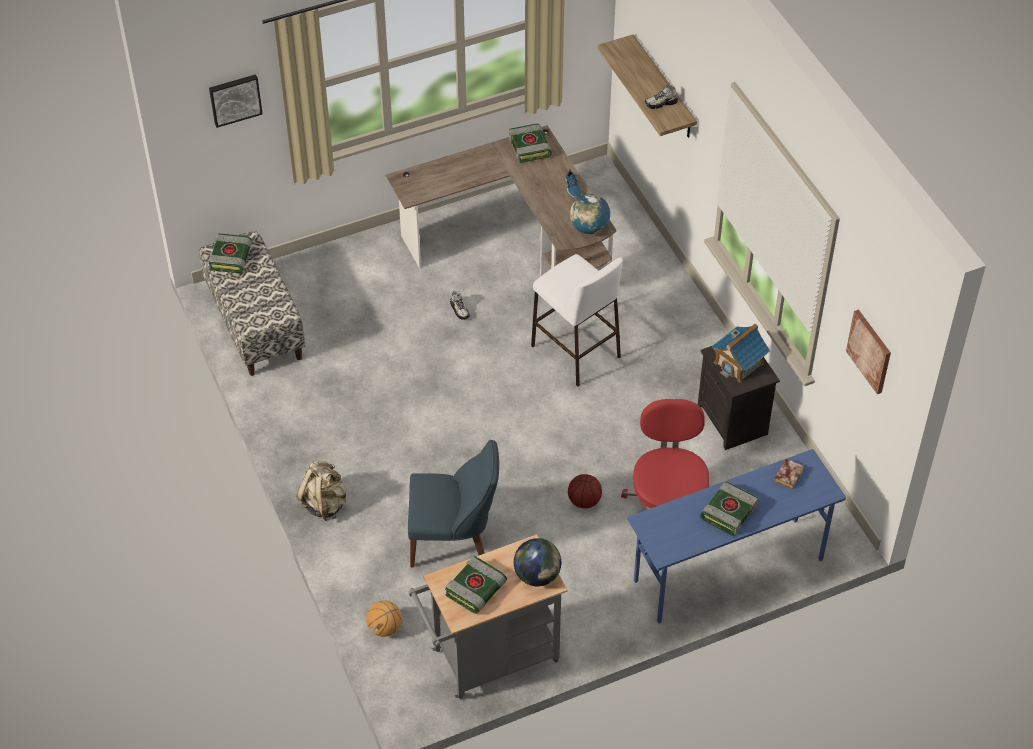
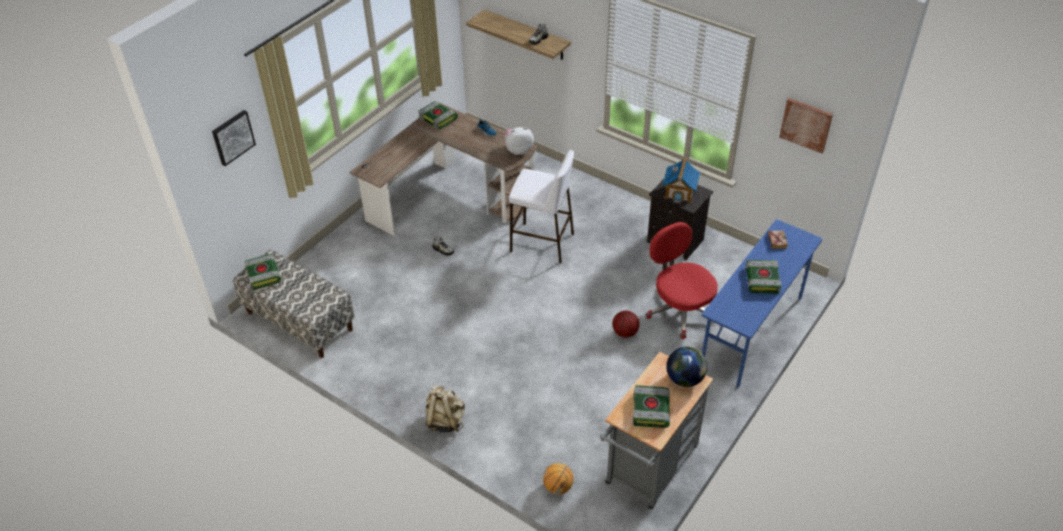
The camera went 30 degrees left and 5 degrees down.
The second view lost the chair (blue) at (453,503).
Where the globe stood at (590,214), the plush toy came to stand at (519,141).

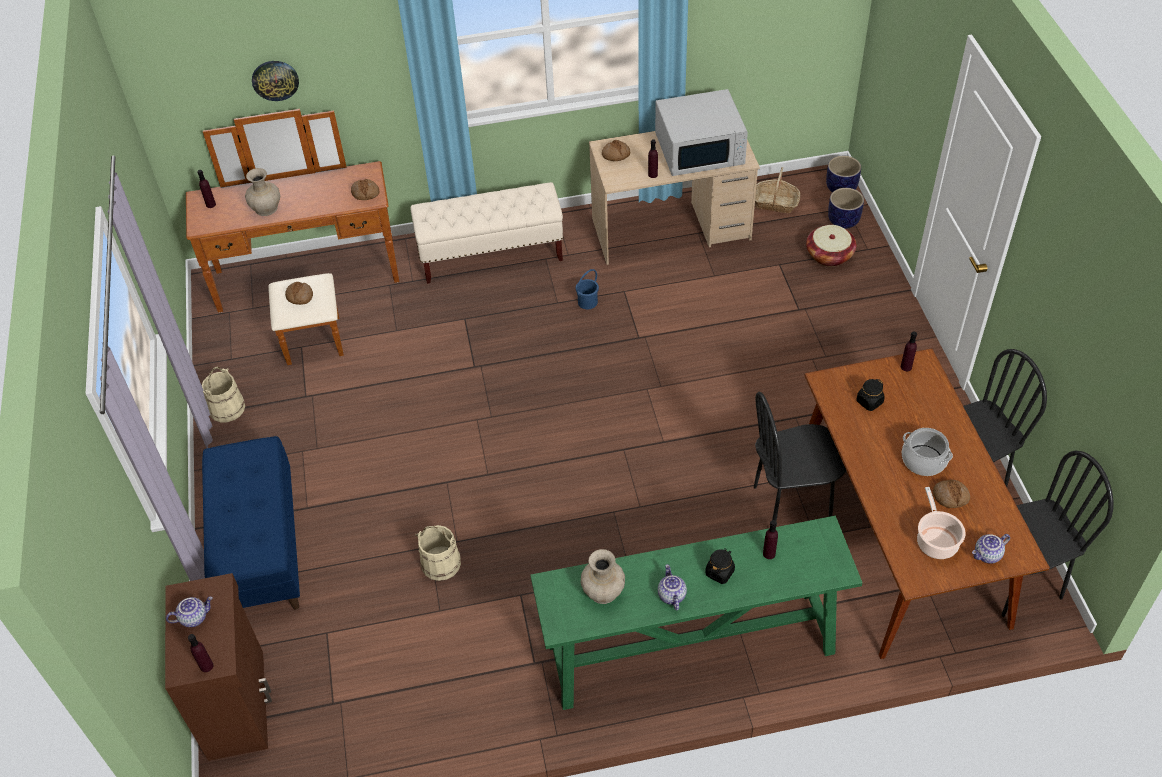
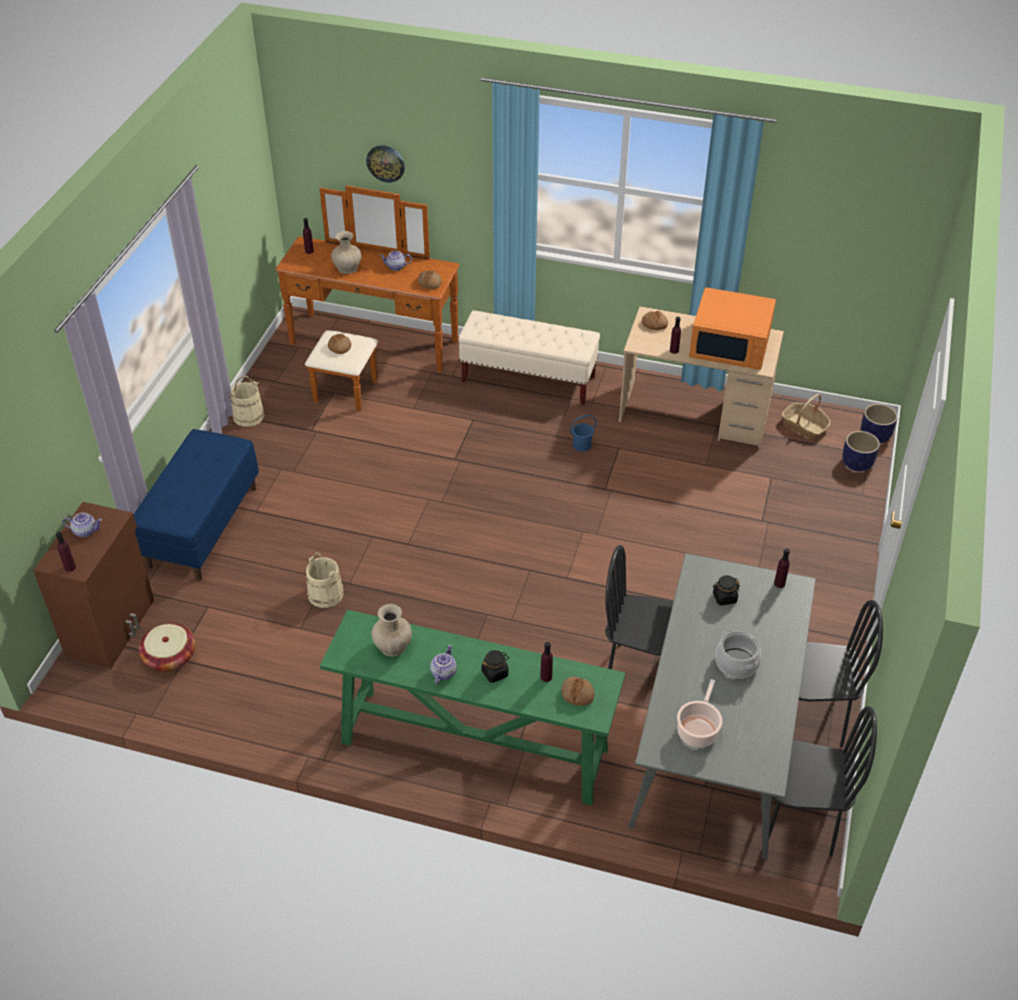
The camera went 25 degrees right and 5 degrees down.
The basket ended up elsewhere, having gone from (831,245) to (167,647).
The bread ended up elsewhere, having gone from (951,494) to (577,691).
The teapot ended up elsewhere, having gone from (991,549) to (395,261).
What was the microwave (white) at (701,132) turned into the microwave (orange) at (732,328).
What was the dining table (brown) at (927,503) turned into the dining table (grey) at (722,706).

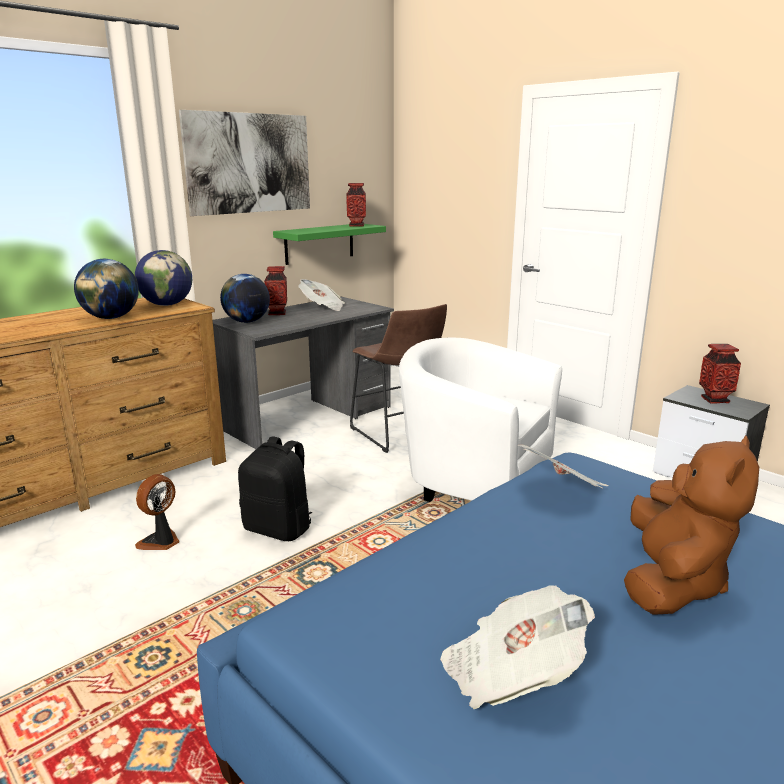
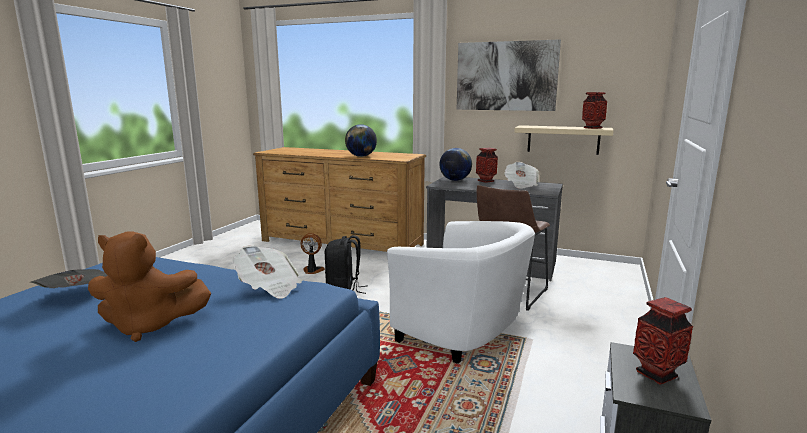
The camera went 65 degrees right and 5 degrees down.
The second view lost the globe at (163,278).
What was the shelf (green) at (329,244) turned into the shelf (beige) at (563,140).
The armchair (white) at (480,420) ended up facing another way, 120 degrees clockwise from before.

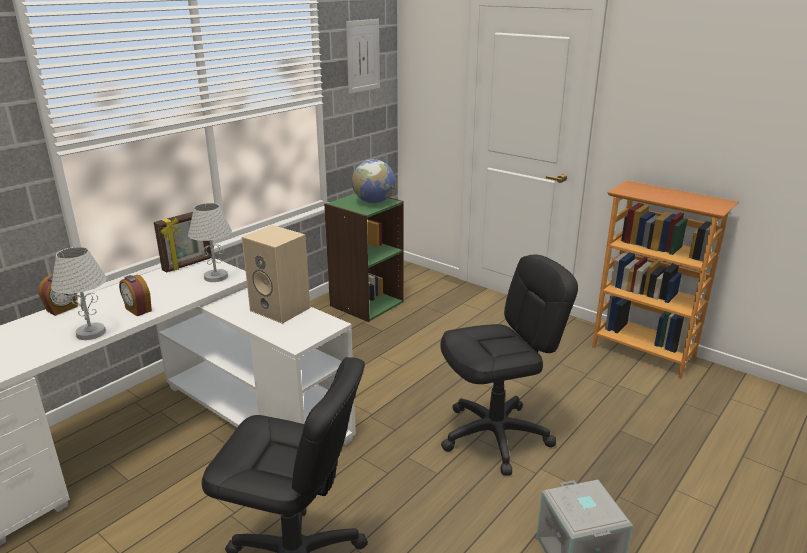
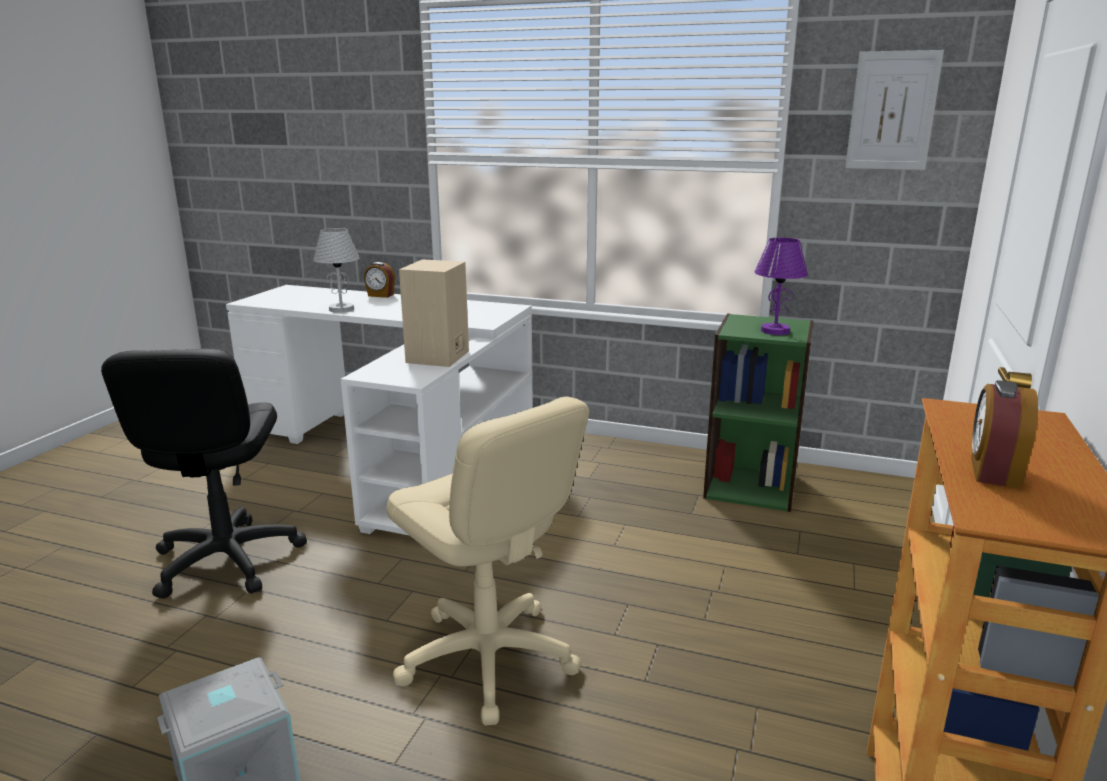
The camera went 70 degrees right and 5 degrees down.
The second view lost the picture frame at (183,242).
The second view lost the table lamp (white) at (210,242).
The alarm clock ended up elsewhere, having gone from (135,295) to (1004,434).
Where the globe stood at (373,181), the table lamp (purple) came to stand at (781,286).
What was the office chair (black) at (509,365) turned into the office chair (beige) at (487,561).

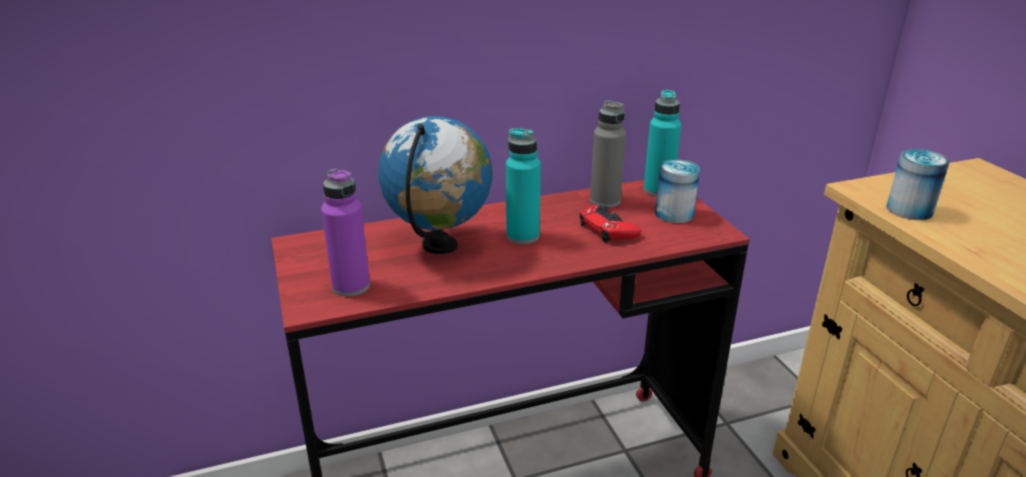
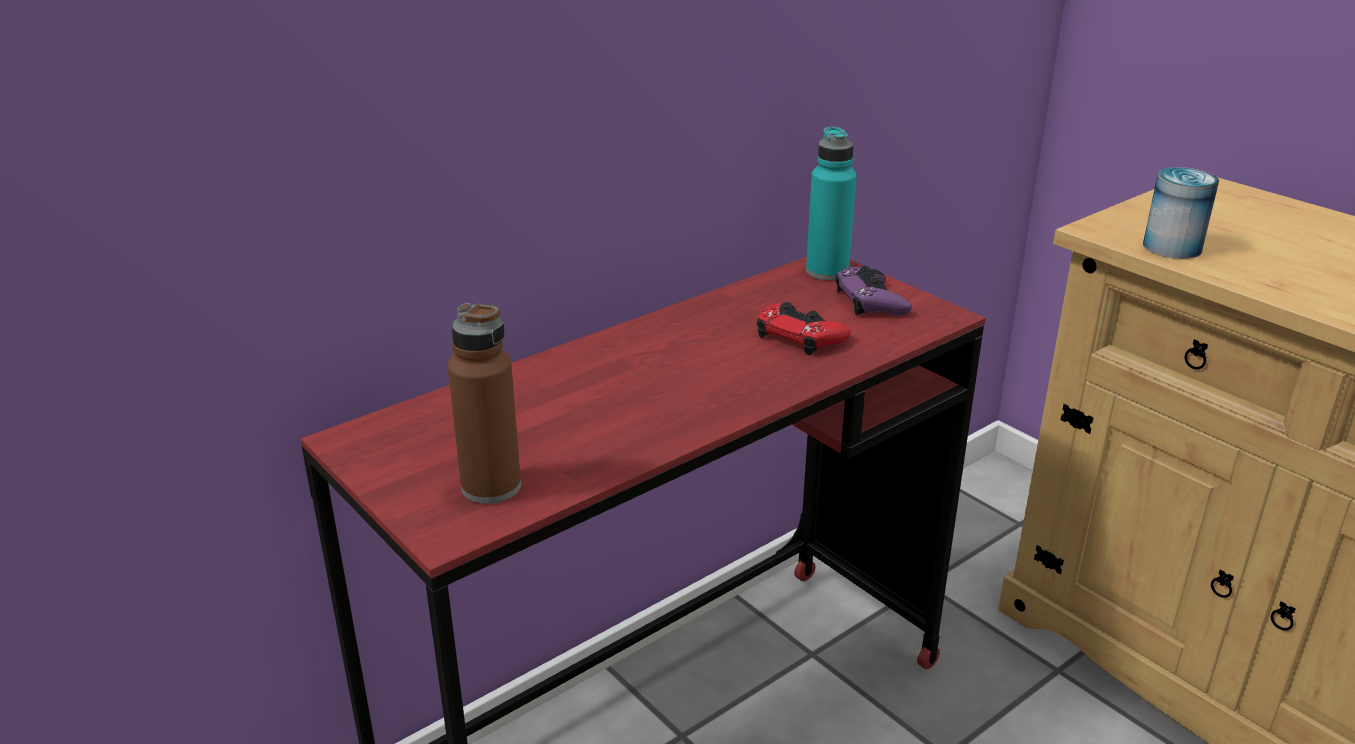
The camera went 20 degrees left and 0 degrees up.
The second view lost the globe at (435,185).
The second view lost the bottle (turquoise) at (523,186).
The second view lost the bottle (grey) at (608,154).
Where the can stood at (677,191), the game controller (purple) came to stand at (874,290).
What was the bottle (purple) at (345,232) turned into the bottle (brown) at (484,403).

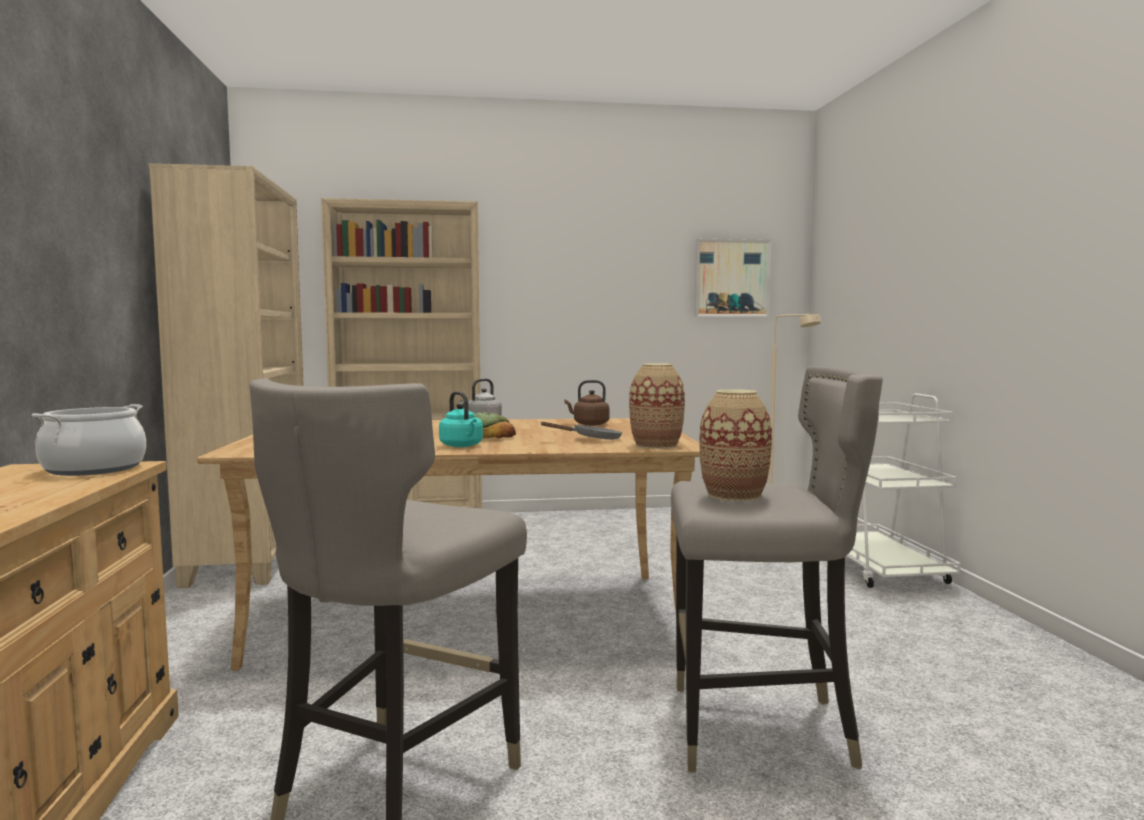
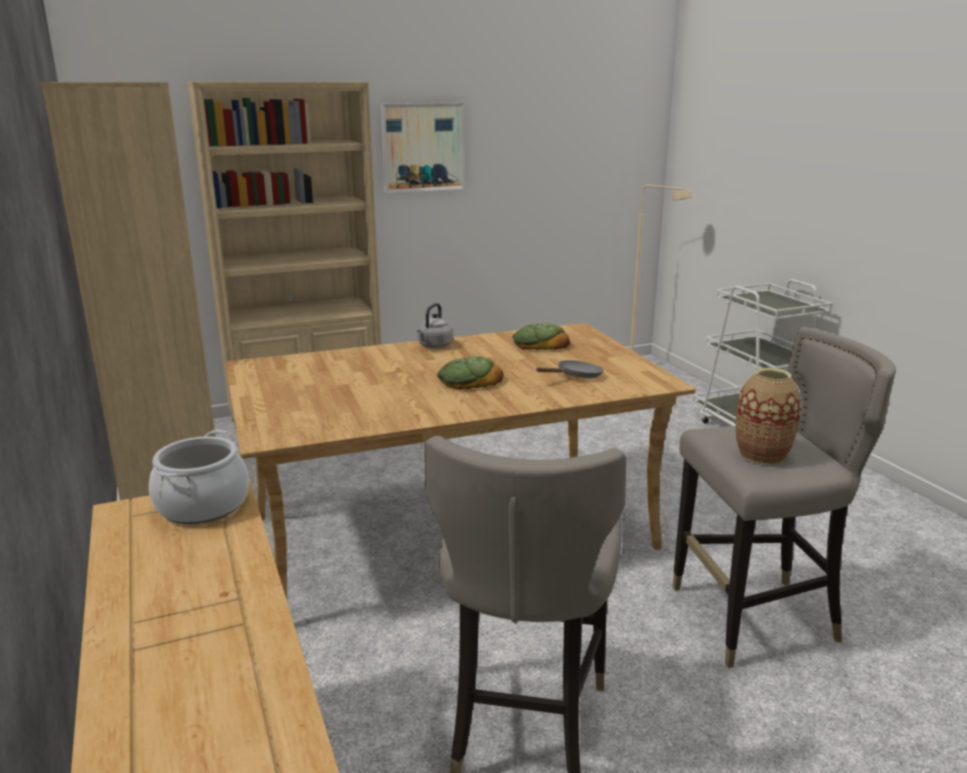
The camera went 15 degrees left and 15 degrees up.
The second view lost the kettle (turquoise) at (461,419).
The second view lost the vase at (657,406).
The picture ended up elsewhere, having gone from (733,278) to (423,148).
Where the kettle (brown) stood at (587,403), the bread came to stand at (541,336).

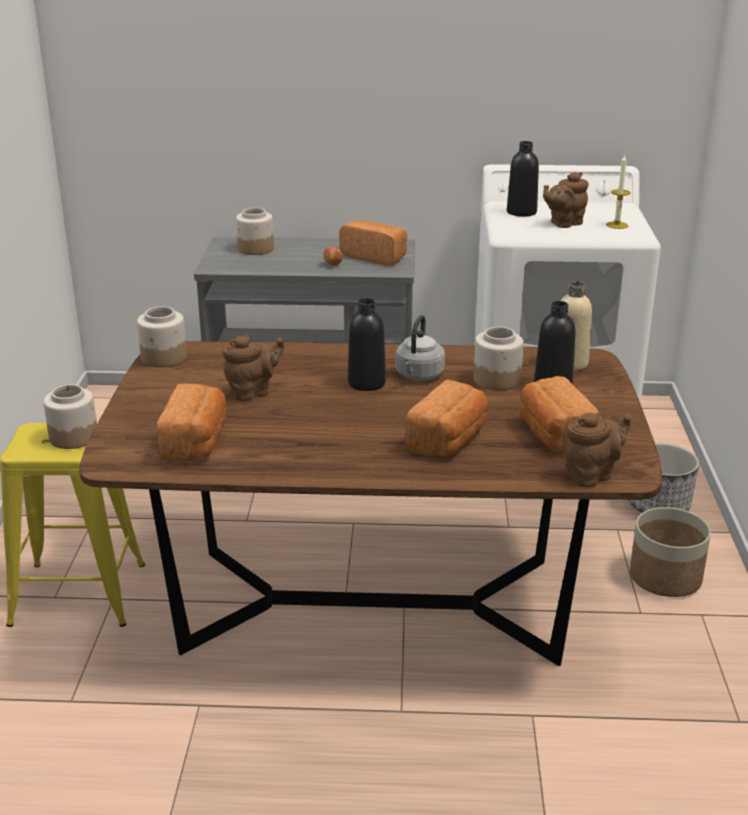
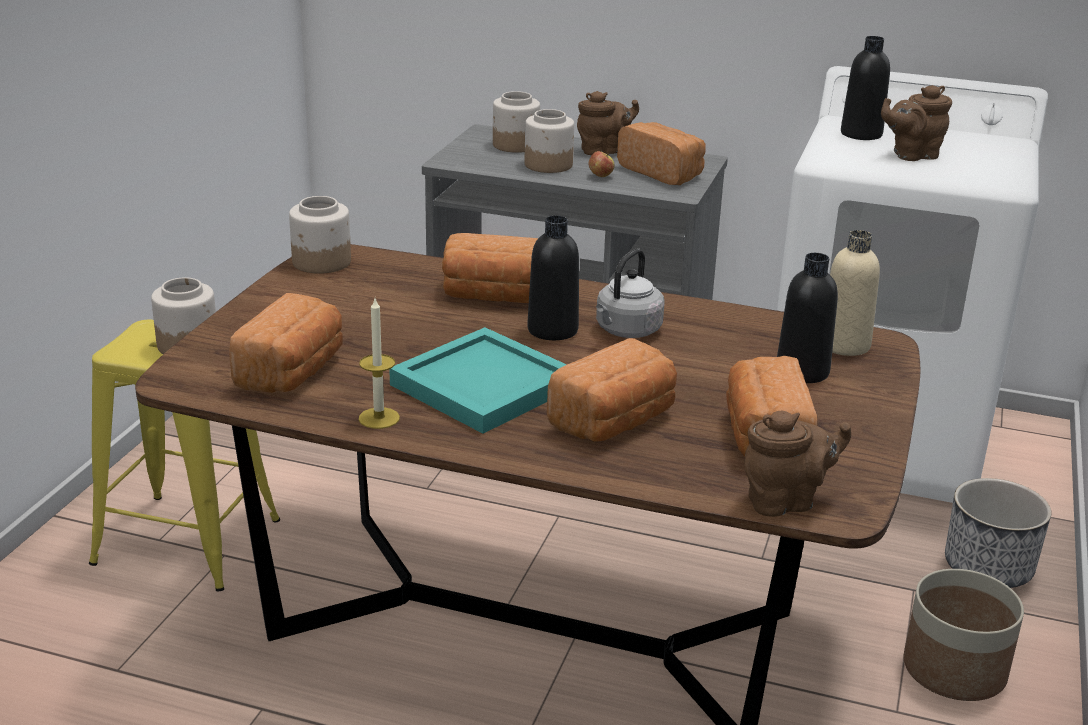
The camera went 15 degrees right and 0 degrees up.
The second view gained the tray (turquoise) at (478,380).
The second view gained the bread at (490,268).
The teapot (brown) ended up elsewhere, having gone from (253,368) to (608,123).
The jar ended up elsewhere, having gone from (498,358) to (549,141).
The candle ended up elsewhere, having gone from (618,192) to (379,364).

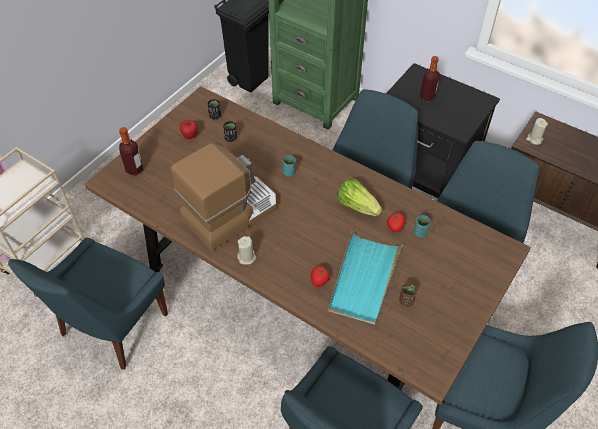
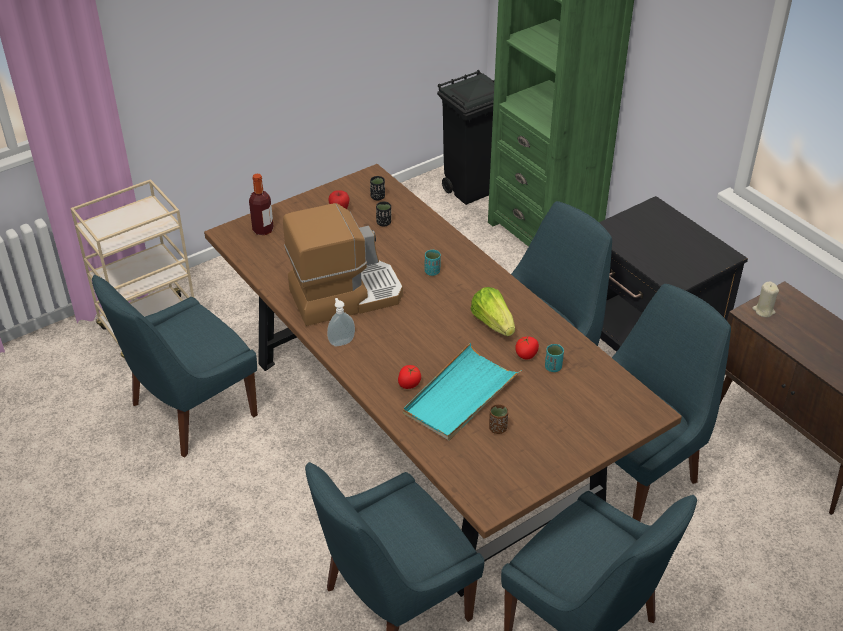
The camera went 20 degrees right and 10 degrees down.
The second view lost the bottle at (430,79).
Where the candle (beige) stood at (247,250), the soap dispenser came to stand at (341,322).

